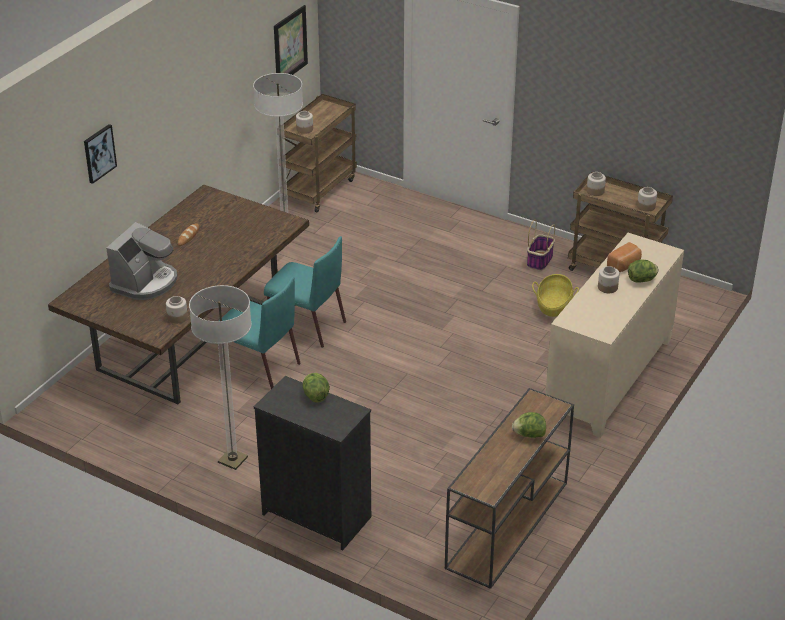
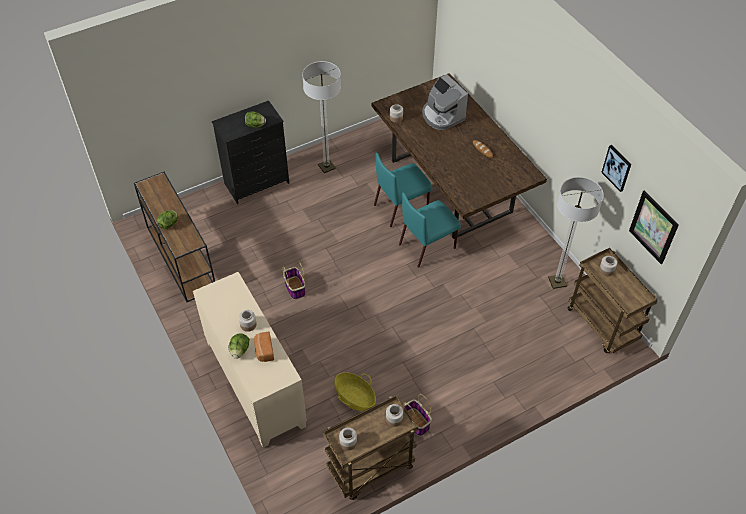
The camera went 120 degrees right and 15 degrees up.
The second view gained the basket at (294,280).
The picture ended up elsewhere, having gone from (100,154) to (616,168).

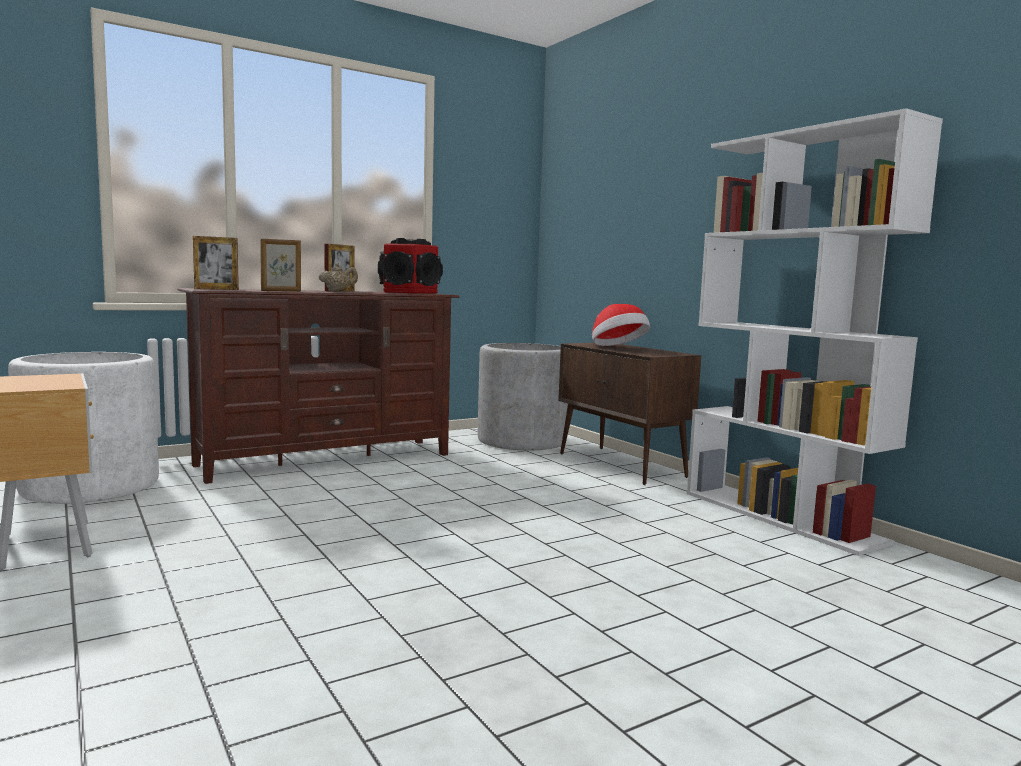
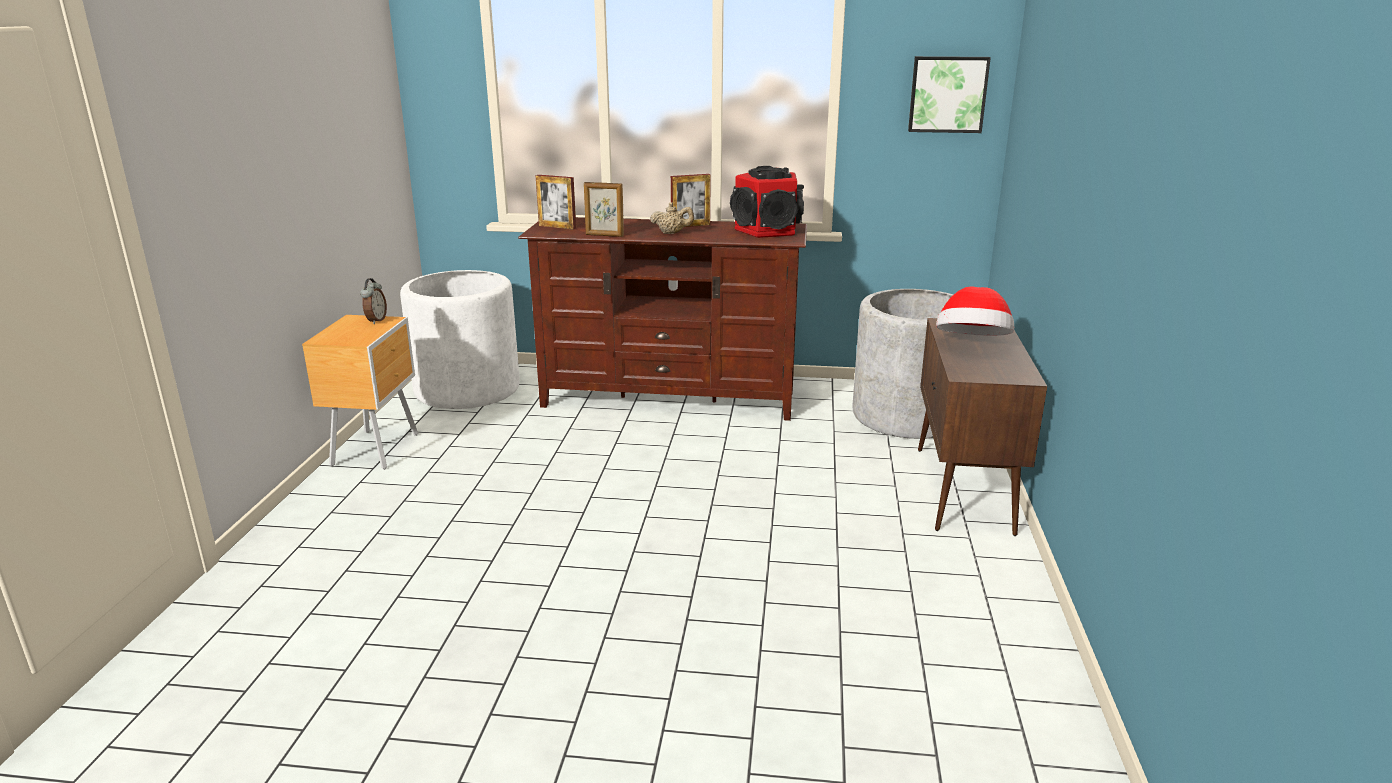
The camera went 40 degrees right and 15 degrees up.
The second view lost the bookcase (white) at (815,332).
The second view gained the alarm clock at (373,301).
The second view gained the picture at (949,94).

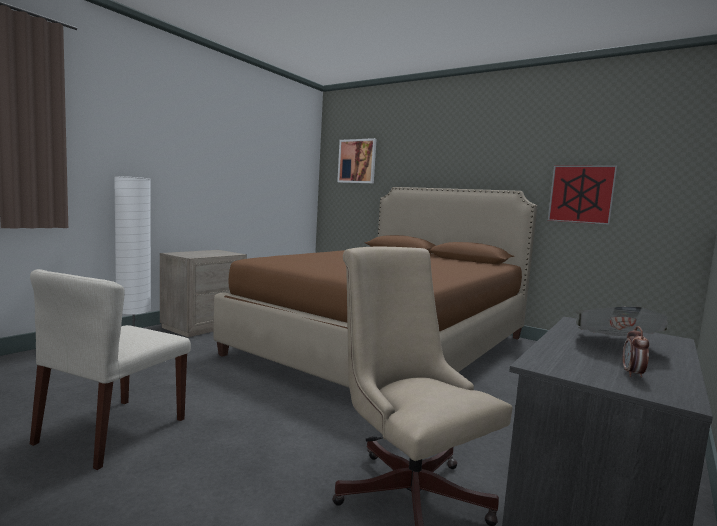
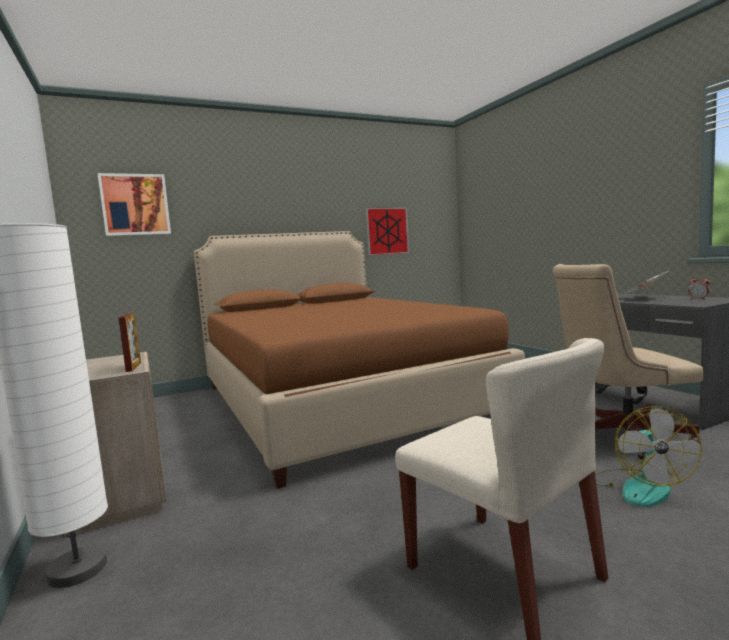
The camera went 60 degrees left and 0 degrees up.
The second view gained the picture frame at (130,342).
The second view gained the fan at (648,456).

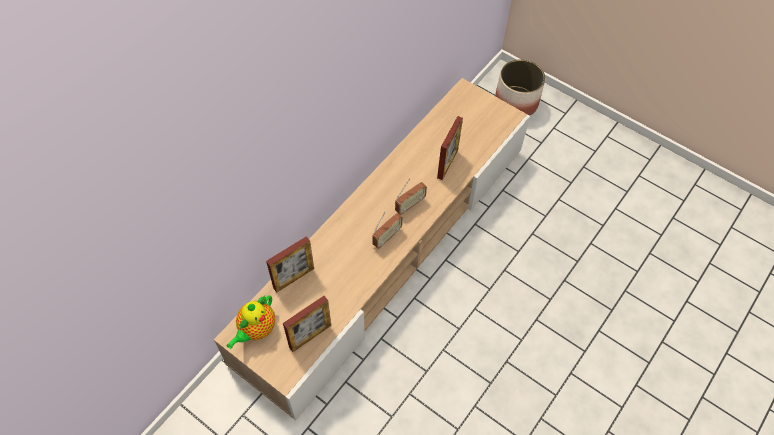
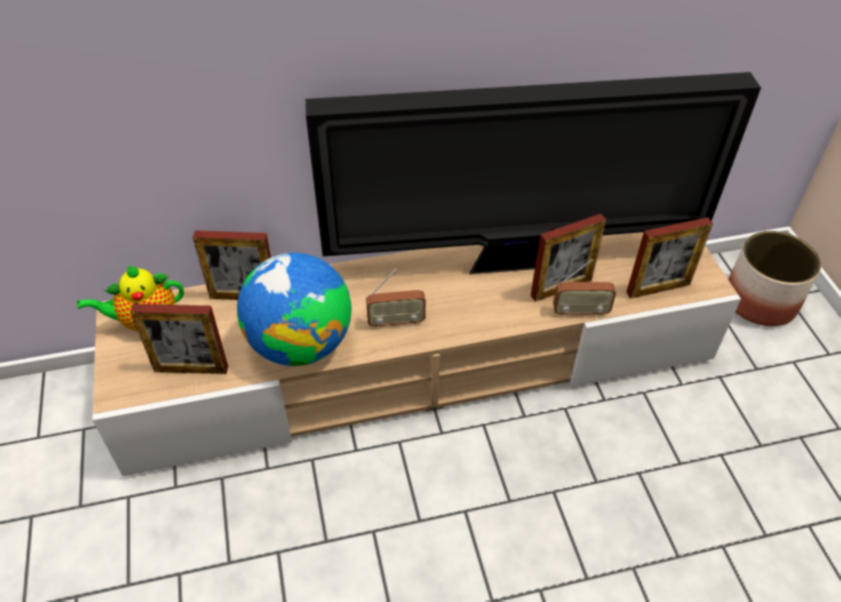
The camera went 40 degrees right and 10 degrees down.
The second view gained the globe at (294,309).
The second view gained the television at (533,173).
The second view gained the picture frame at (669,258).
The radio ended up elsewhere, having gone from (411,196) to (584,288).

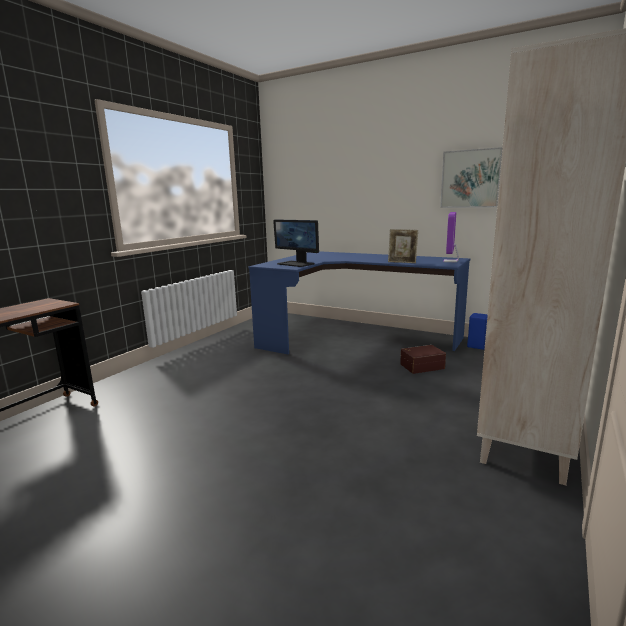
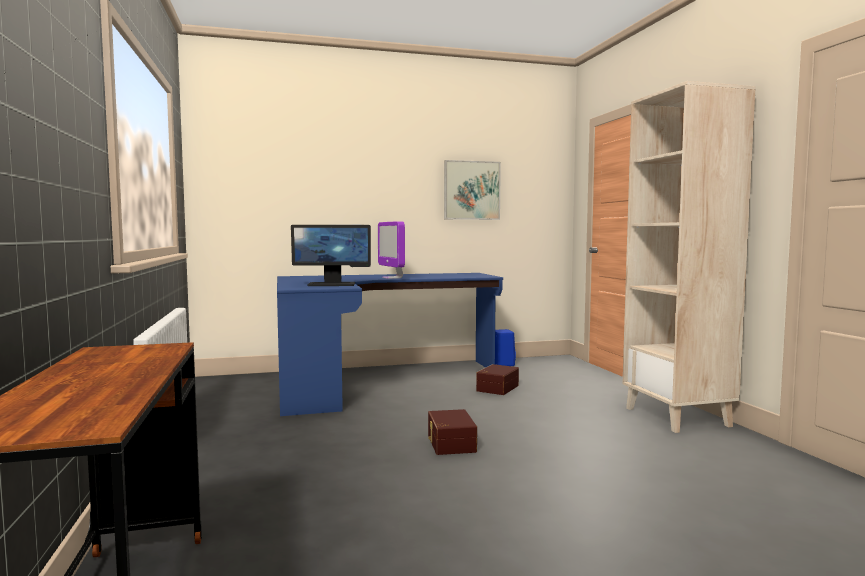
The camera went 45 degrees left and 10 degrees down.
The second view lost the picture frame at (403,246).
The second view gained the storage box (brown) at (452,432).
The monitor ended up elsewhere, having gone from (451,237) to (391,250).

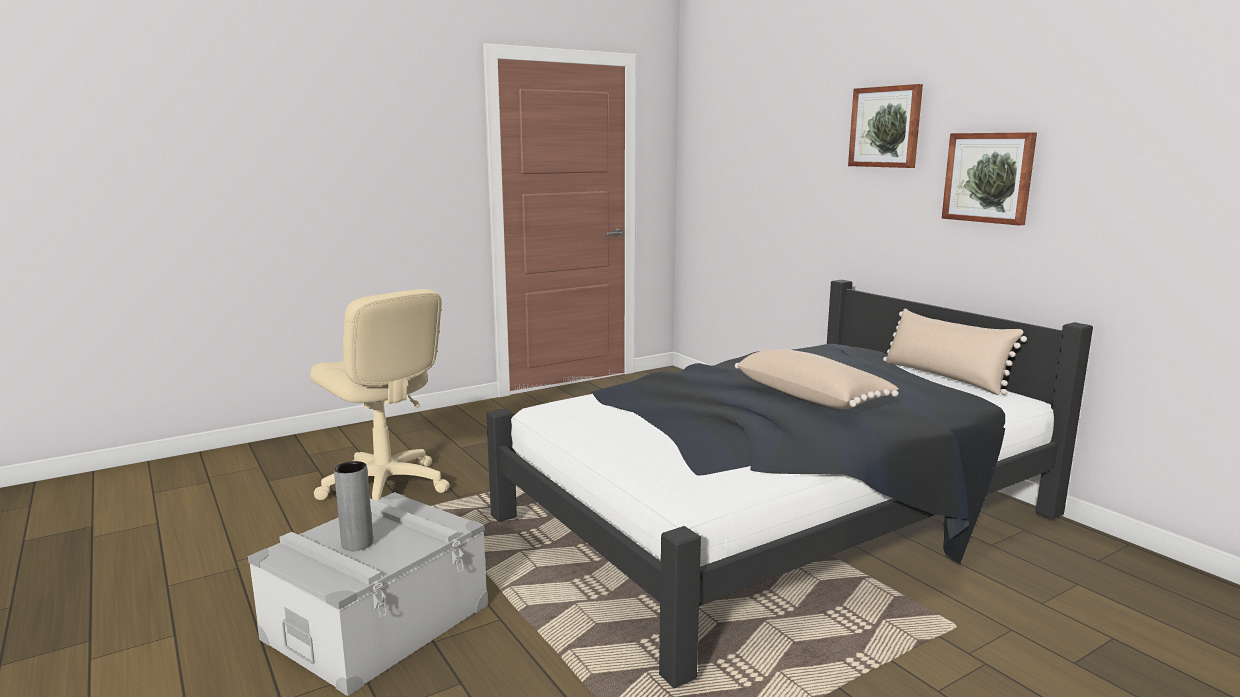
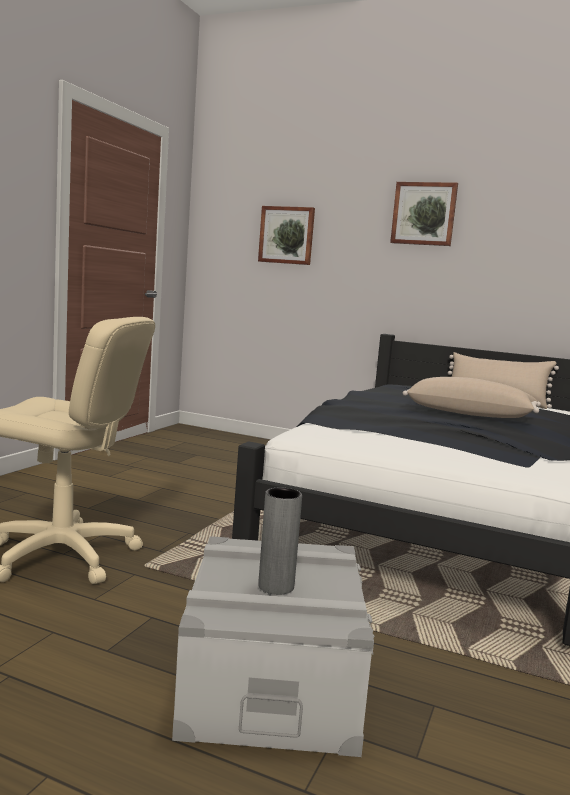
The camera went 35 degrees left and 5 degrees down.
The picture ended up elsewhere, having gone from (989,179) to (286,235).

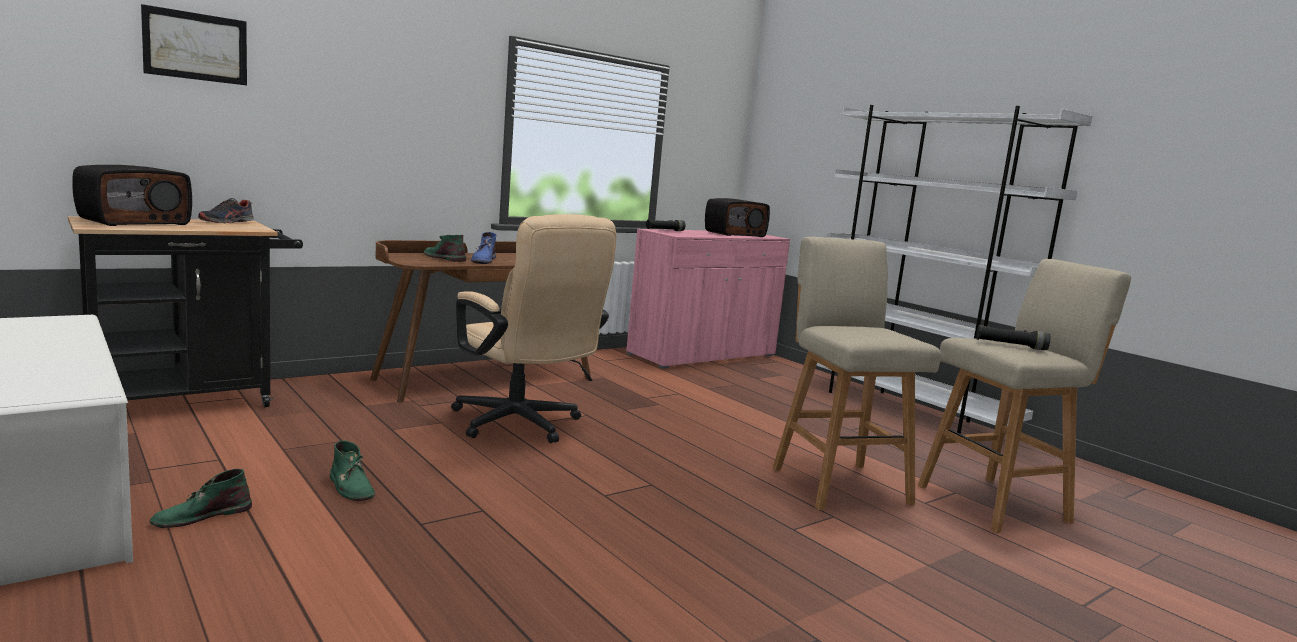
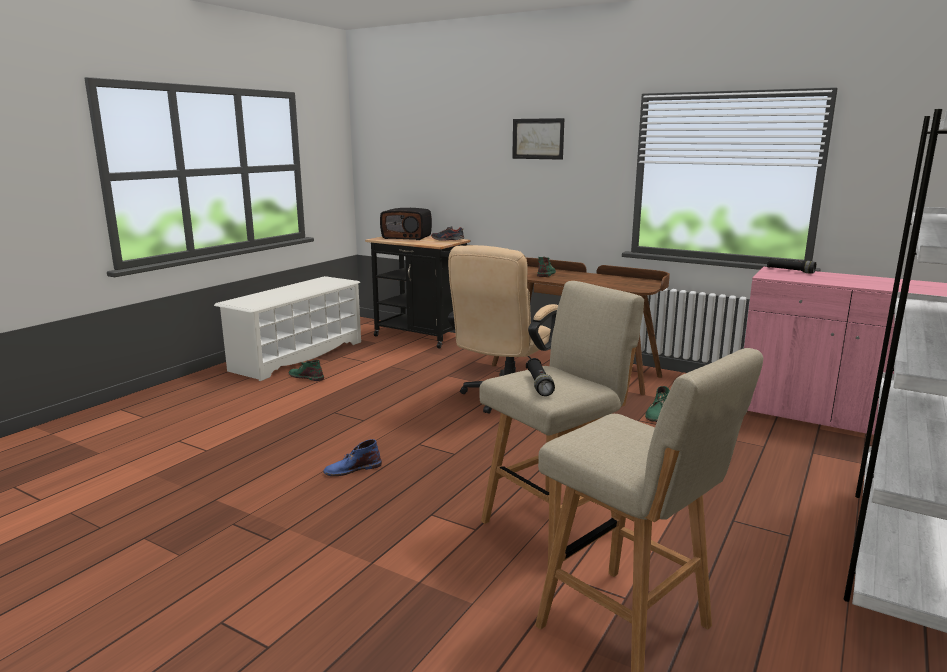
The camera went 70 degrees right and 5 degrees up.
The second view lost the radio at (737,217).
The picture ended up elsewhere, having gone from (194,44) to (538,139).
The boot (green) ended up elsewhere, having gone from (352,470) to (657,404).
The boot (blue) ended up elsewhere, having gone from (483,248) to (352,457).
The flashlight (black) ended up elsewhere, having gone from (1013,337) to (540,377).

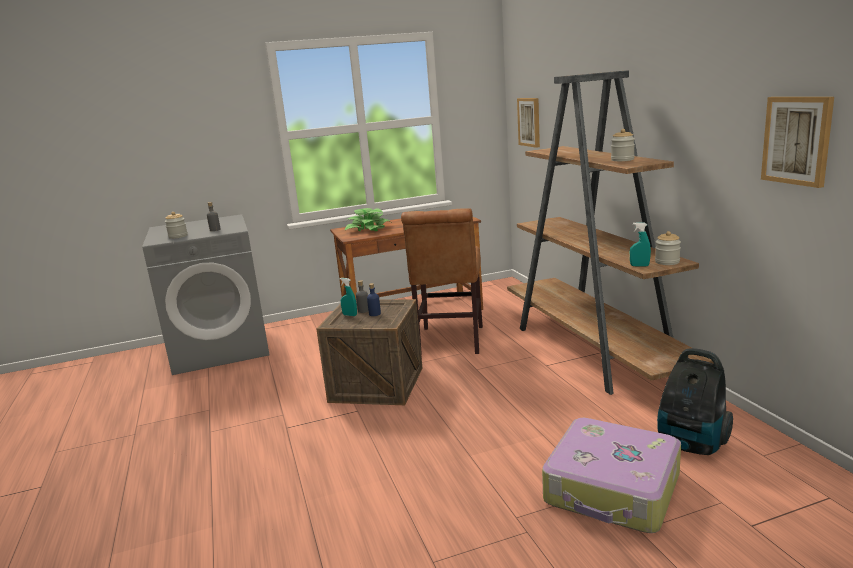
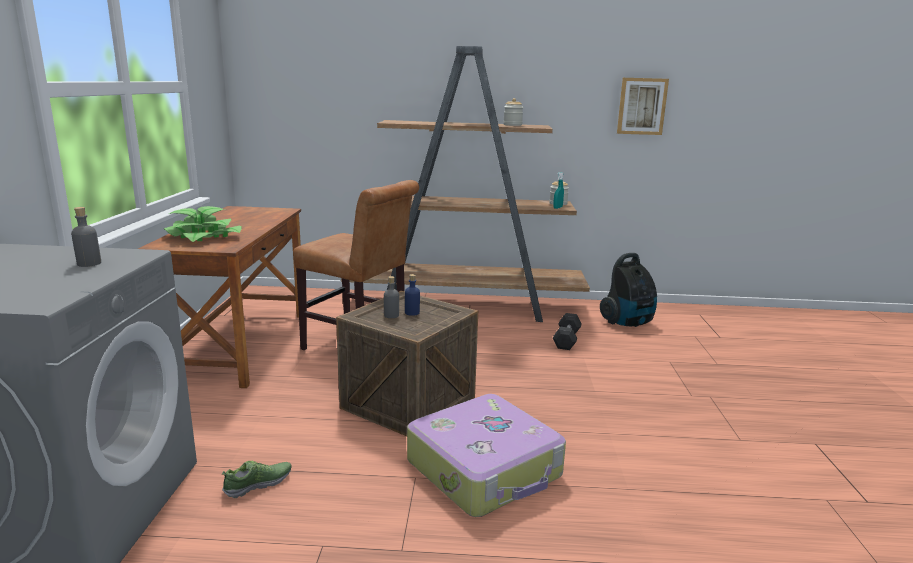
The camera went 70 degrees left and 0 degrees up.
The second view lost the jar at (176,225).
The second view lost the spray bottle (turquoise) at (348,297).
The second view lost the picture at (528,123).
The second view gained the shoe at (257,479).
The second view gained the dumbbell (grey) at (567,331).
The suitcase ended up elsewhere, having gone from (611,475) to (486,455).

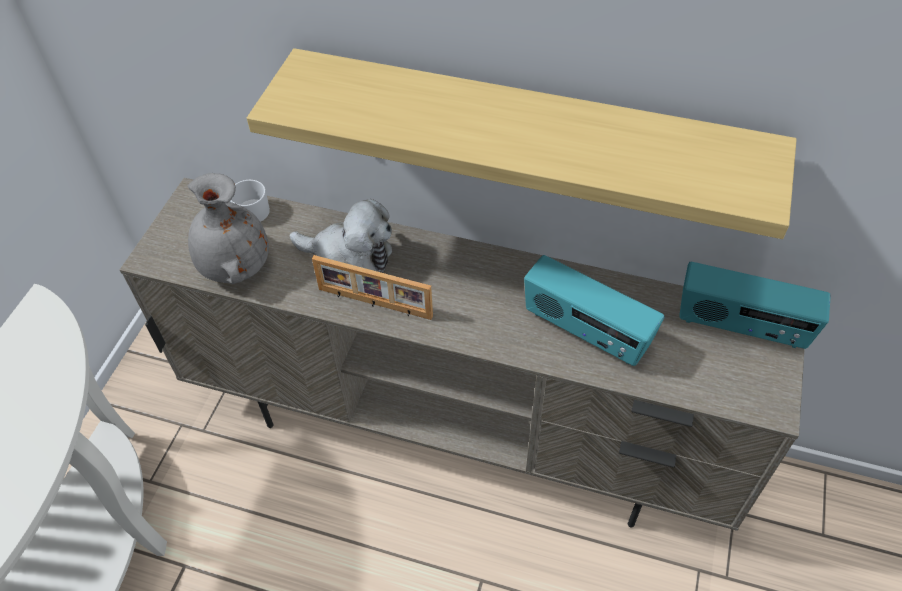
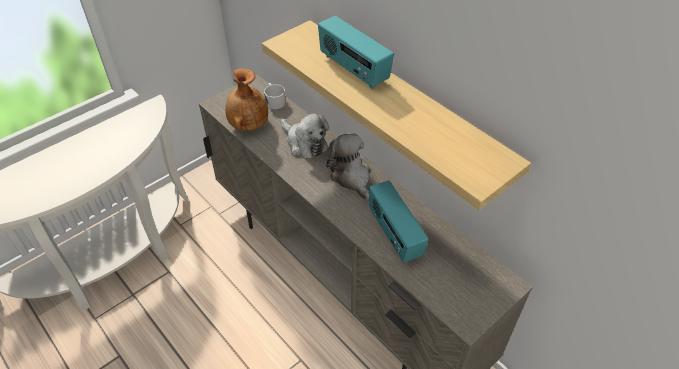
The camera went 30 degrees right and 5 degrees down.
The second view lost the picture frame at (372,287).
The second view gained the plush toy at (348,166).
The radio ended up elsewhere, having gone from (755,305) to (356,52).
What was the vase (grey) at (228,228) turned into the vase (brown) at (246,99).

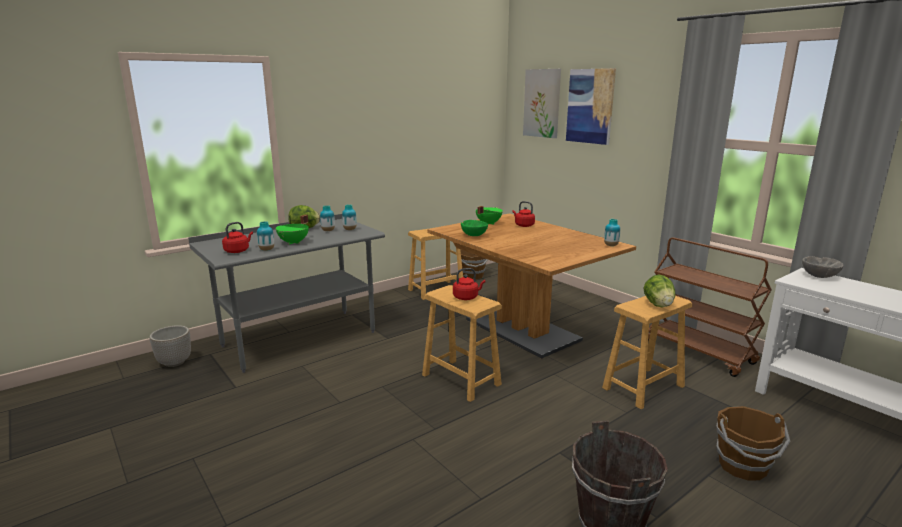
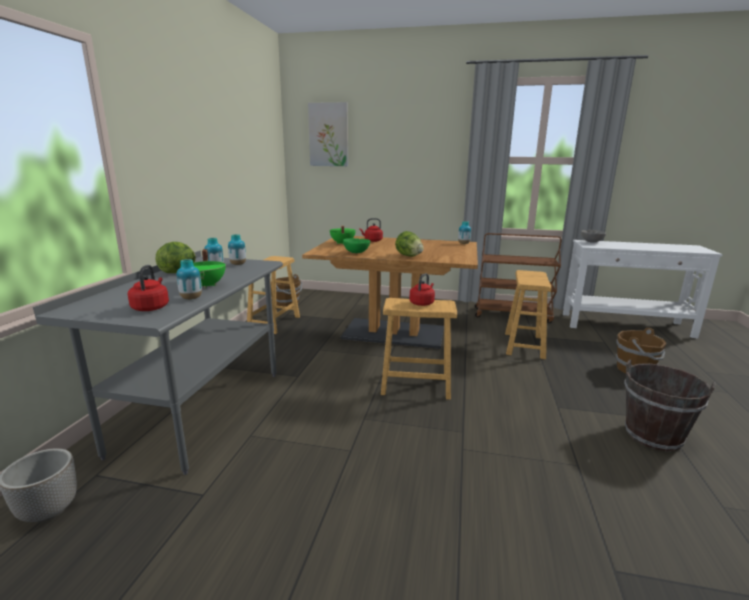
The camera went 40 degrees left and 0 degrees up.
The second view lost the picture at (591,106).
The lettuce ended up elsewhere, having gone from (660,290) to (409,244).

